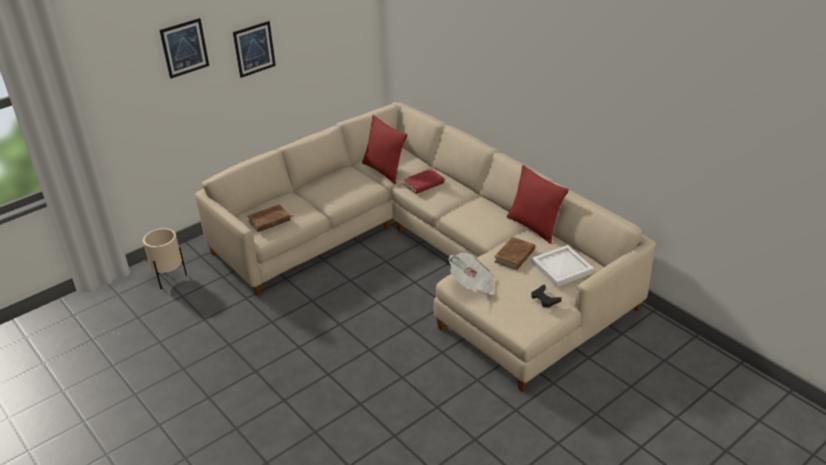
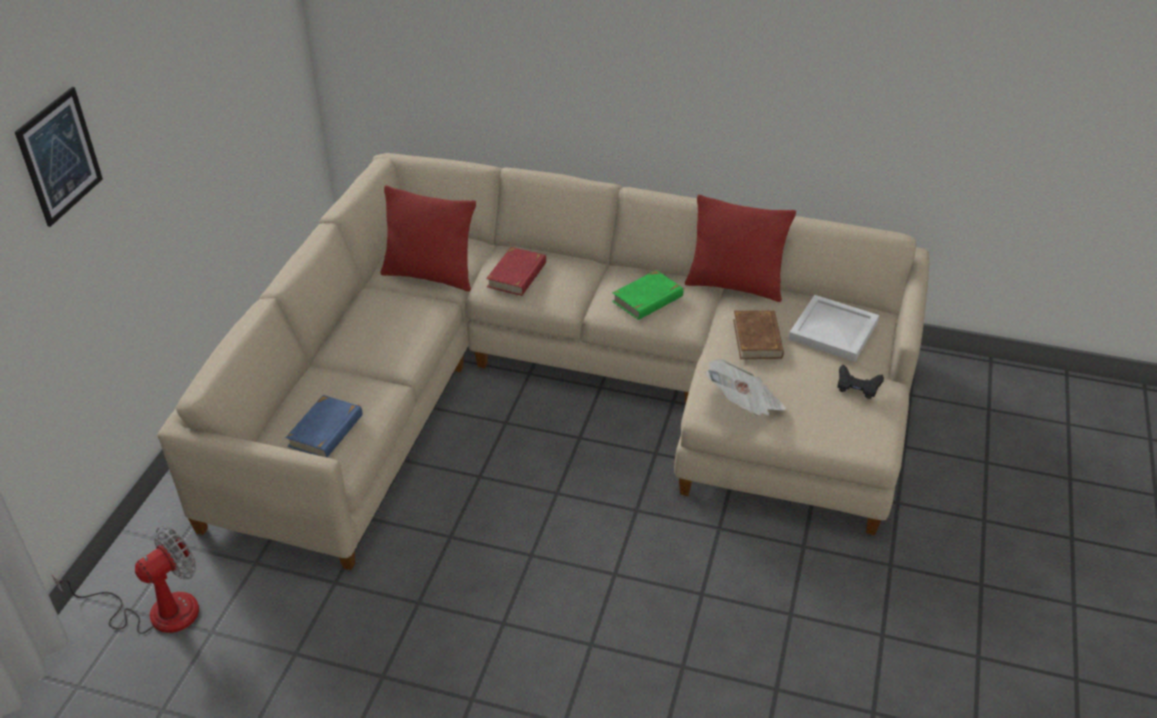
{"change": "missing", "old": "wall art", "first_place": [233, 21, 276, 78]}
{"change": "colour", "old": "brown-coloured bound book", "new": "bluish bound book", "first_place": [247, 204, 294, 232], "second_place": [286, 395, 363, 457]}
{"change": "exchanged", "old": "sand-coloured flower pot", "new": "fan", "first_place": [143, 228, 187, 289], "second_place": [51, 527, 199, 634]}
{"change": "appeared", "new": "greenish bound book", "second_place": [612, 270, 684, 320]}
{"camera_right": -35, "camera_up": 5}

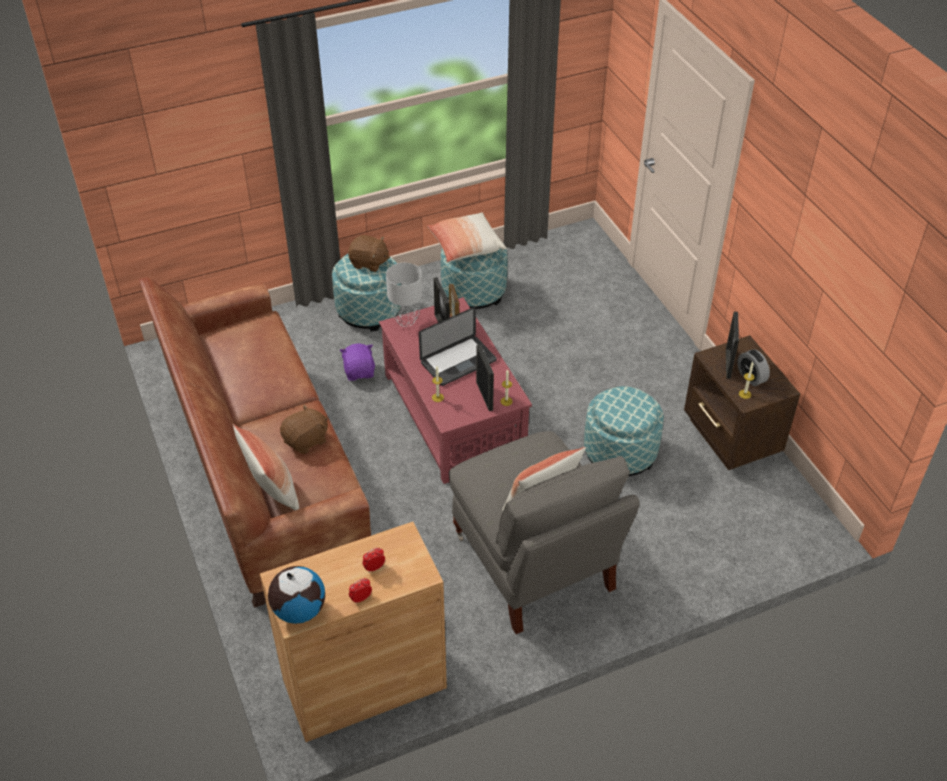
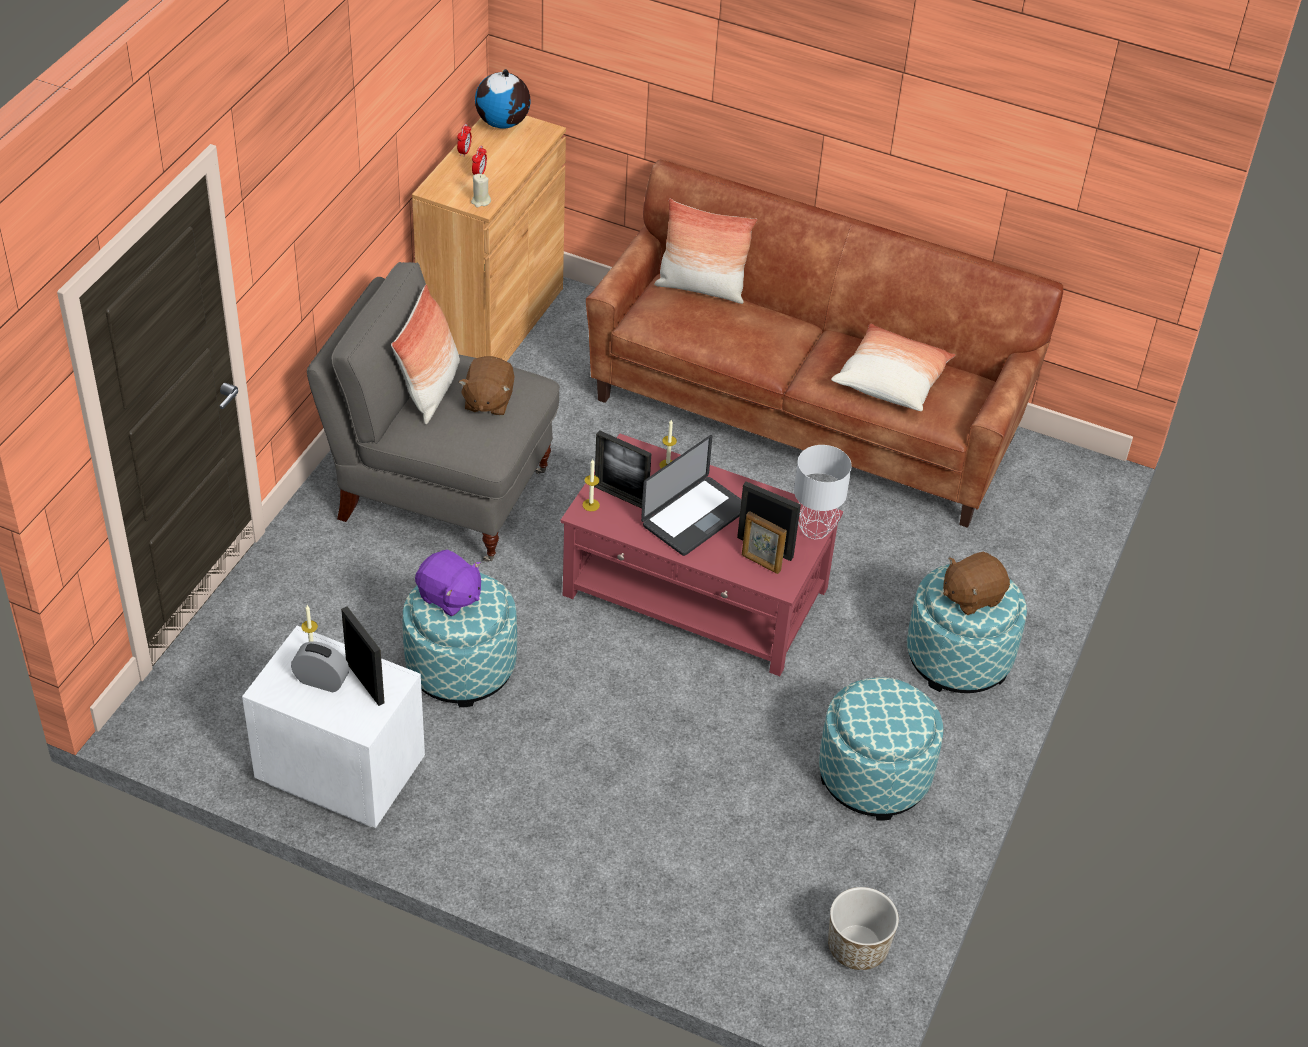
{"change": "relocated", "old": "throw pillow", "first_place": [427, 212, 507, 262], "second_place": [831, 324, 955, 411]}
{"change": "spun", "old": "notebook computer", "first_place": [419, 307, 497, 386], "second_place": [641, 435, 741, 556], "degrees": -150}
{"change": "colour", "old": "brown-coloured bedside table", "new": "white-coloured bedside table", "first_place": [684, 335, 800, 470], "second_place": [242, 626, 425, 828]}
{"change": "relocated", "old": "purplish plush toy", "first_place": [340, 343, 375, 381], "second_place": [415, 550, 481, 616]}
{"change": "relocated", "old": "brown-coloured plush toy", "first_place": [280, 405, 328, 454], "second_place": [459, 356, 515, 416]}
{"change": "appeared", "new": "sand-coloured wax candle", "second_place": [471, 174, 491, 207]}
{"change": "appeared", "new": "flower pot", "second_place": [828, 887, 899, 970]}
{"camera_right": 135, "camera_up": 0}

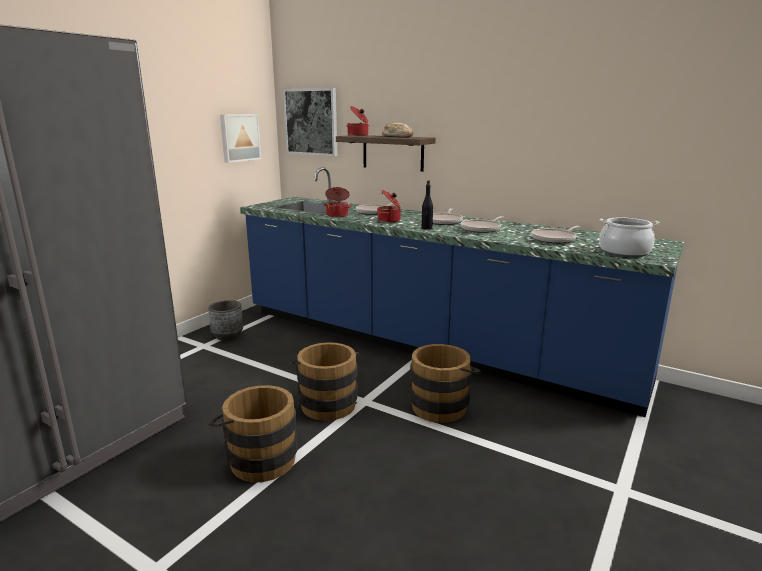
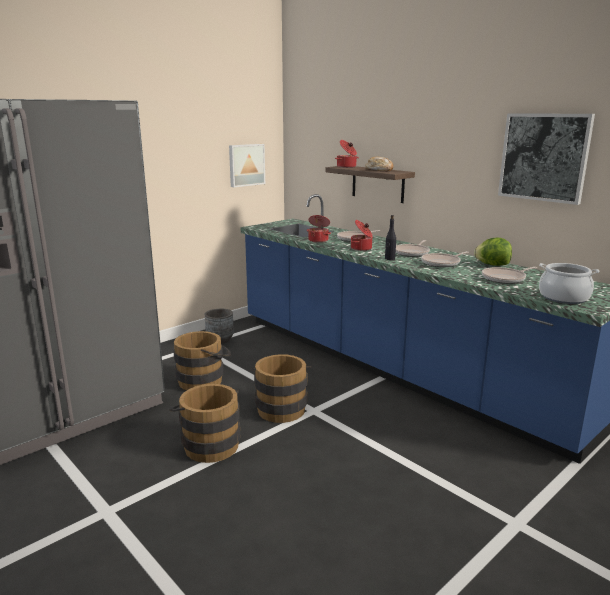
{"change": "relocated", "old": "wall art", "first_place": [283, 88, 338, 156], "second_place": [498, 113, 595, 205]}
{"change": "relocated", "old": "brown-coloured bucket", "first_place": [410, 344, 482, 423], "second_place": [173, 331, 231, 390]}
{"change": "appeared", "new": "lettuce head", "second_place": [474, 238, 512, 266]}
{"camera_right": 15, "camera_up": 0}

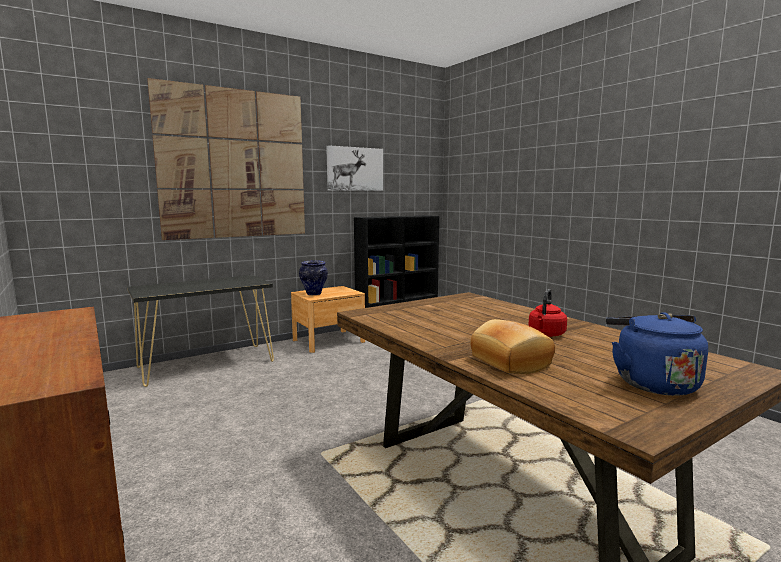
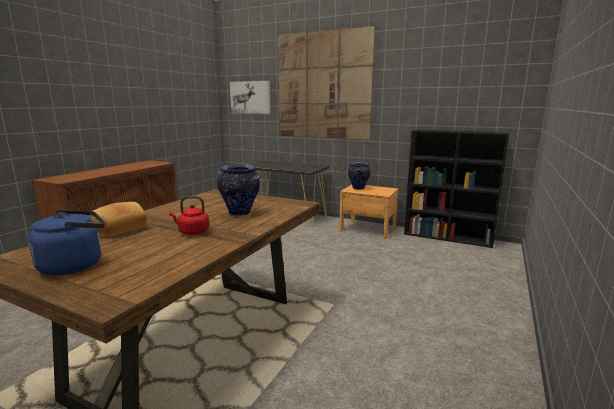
{"change": "relocated", "old": "wall art", "first_place": [326, 145, 383, 191], "second_place": [230, 81, 271, 114]}
{"change": "appeared", "new": "decorative vase", "second_place": [217, 164, 261, 216]}
{"camera_right": 60, "camera_up": 5}

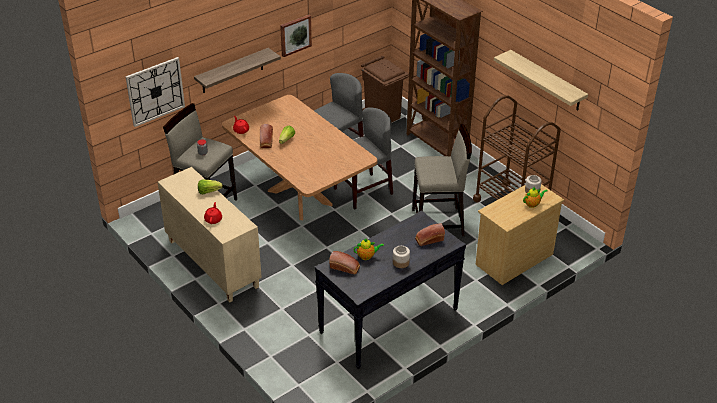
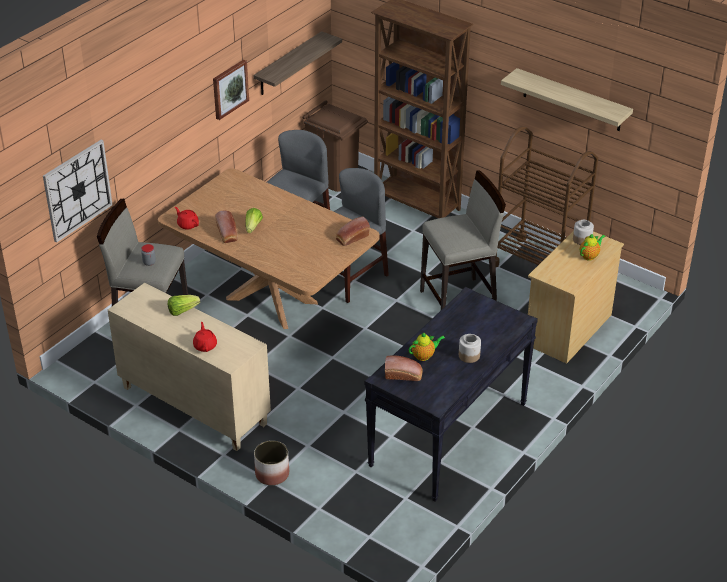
{"change": "relocated", "old": "bracket shelf", "first_place": [194, 48, 281, 93], "second_place": [254, 31, 342, 95]}
{"change": "relocated", "old": "bakery bread", "first_place": [415, 223, 445, 246], "second_place": [336, 217, 370, 246]}
{"change": "appeared", "new": "flower pot", "second_place": [254, 440, 289, 485]}
{"camera_right": -15, "camera_up": 0}

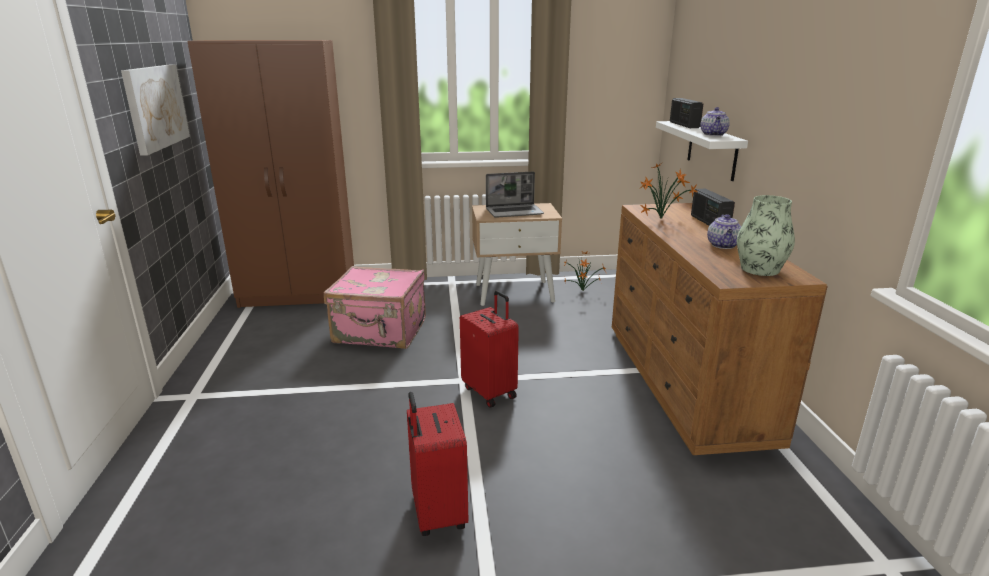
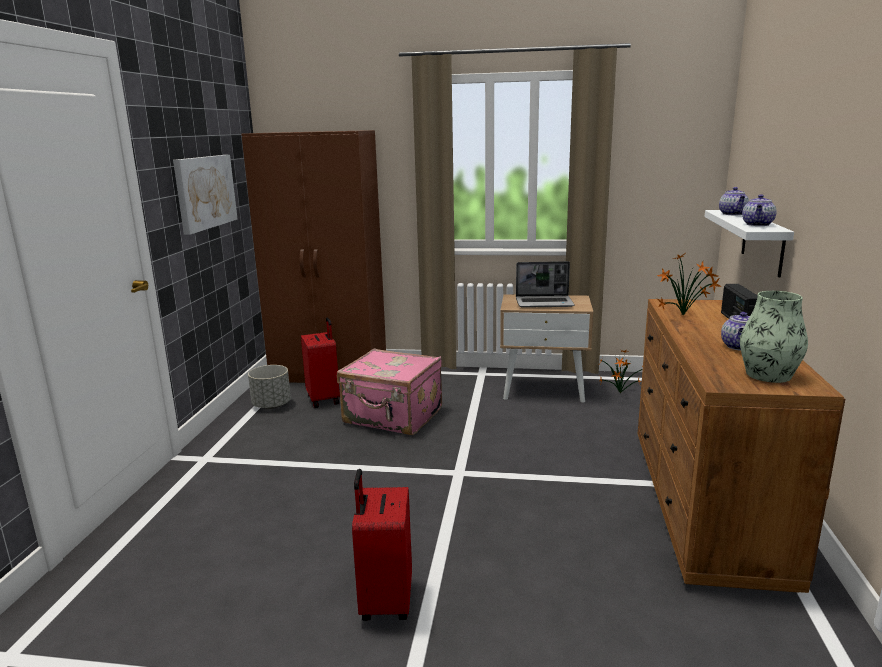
{"change": "exchanged", "old": "radio receiver", "new": "teapot", "first_place": [670, 98, 703, 128], "second_place": [719, 187, 749, 215]}
{"change": "relocated", "old": "red-coloured travel case", "first_place": [460, 290, 519, 408], "second_place": [301, 318, 340, 408]}
{"change": "appeared", "new": "greyish flower pot", "second_place": [248, 365, 291, 409]}
{"camera_right": 15, "camera_up": -5}

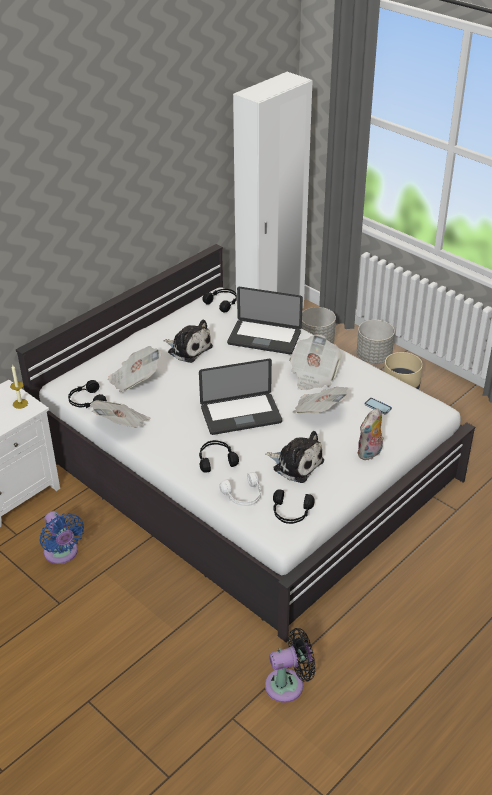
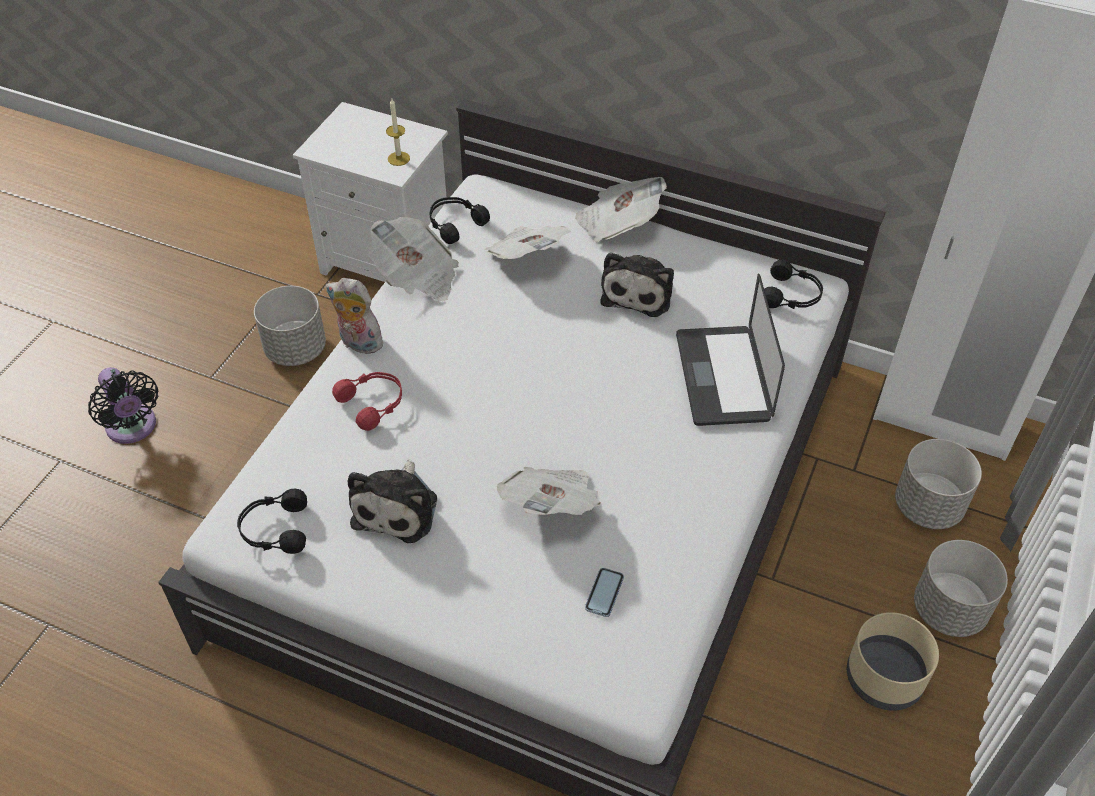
{"change": "relocated", "old": "printed paper", "first_place": [289, 334, 342, 390], "second_place": [575, 177, 667, 243]}
{"change": "missing", "old": "notebook computer", "first_place": [199, 359, 282, 435]}
{"change": "relocated", "old": "plush toy", "first_place": [357, 408, 384, 460], "second_place": [326, 278, 383, 354]}
{"change": "colour", "old": "black-coloured headphones", "new": "red-coloured headphones", "first_place": [199, 440, 239, 473], "second_place": [332, 372, 402, 431]}
{"change": "missing", "old": "white-coloured headphones", "first_place": [219, 472, 261, 506]}
{"change": "exchanged", "old": "bluish fan", "new": "greyish flower pot", "first_place": [39, 511, 84, 564], "second_place": [254, 286, 326, 366]}
{"change": "relocated", "old": "black-coloured fan", "first_place": [265, 628, 315, 703], "second_place": [88, 367, 158, 444]}
{"camera_right": 70, "camera_up": 10}

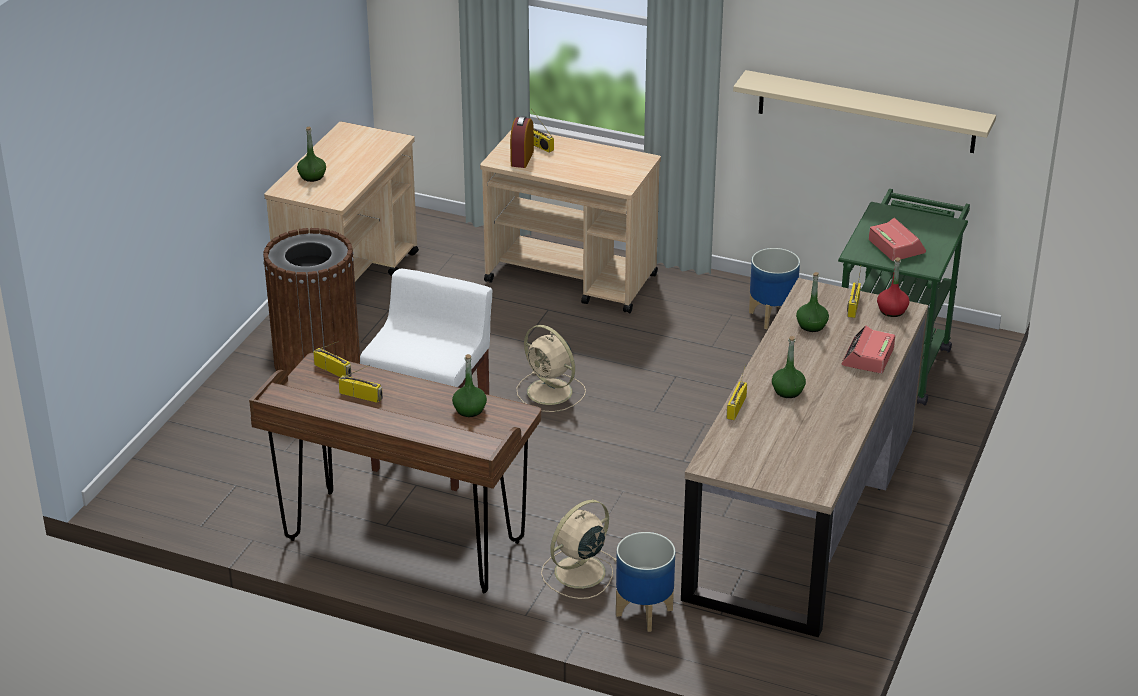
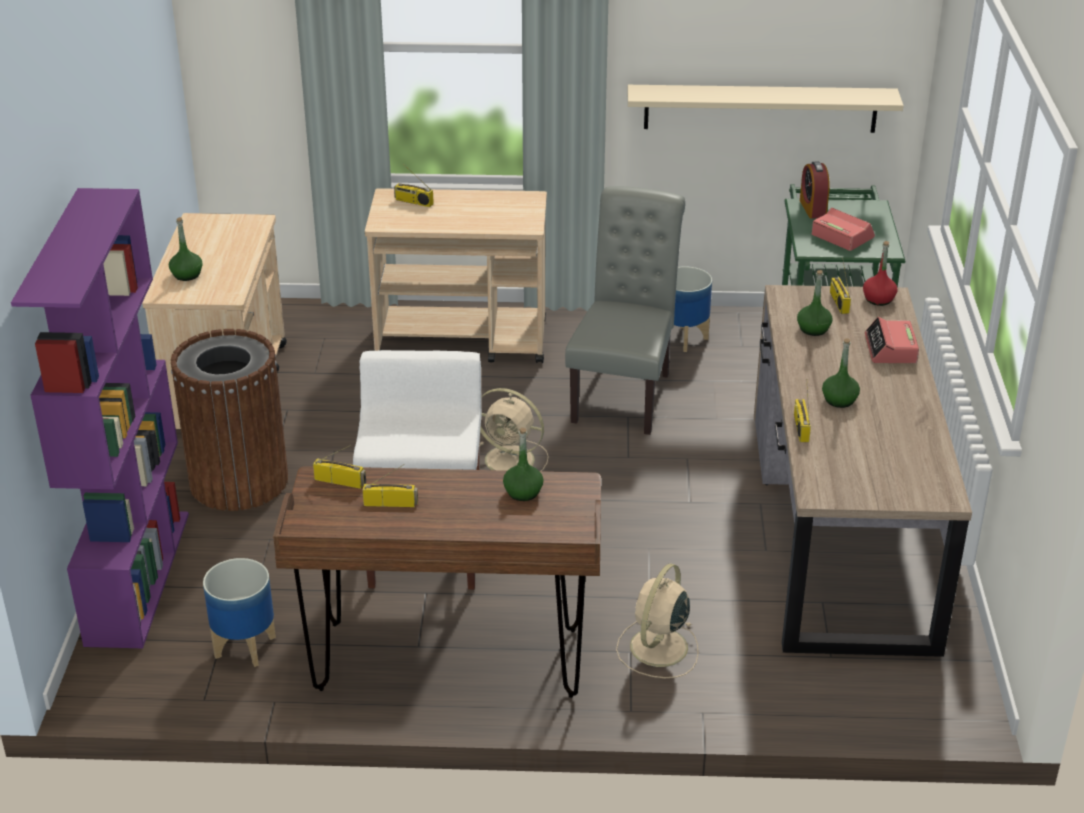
{"change": "relocated", "old": "bedside clock", "first_place": [510, 116, 534, 168], "second_place": [800, 161, 830, 219]}
{"change": "relocated", "old": "flower pot", "first_place": [616, 532, 675, 632], "second_place": [203, 558, 276, 667]}
{"change": "appeared", "new": "greyish chair", "second_place": [565, 186, 685, 435]}
{"change": "appeared", "new": "purplish bookshelf", "second_place": [11, 188, 189, 648]}
{"camera_right": -20, "camera_up": 0}

